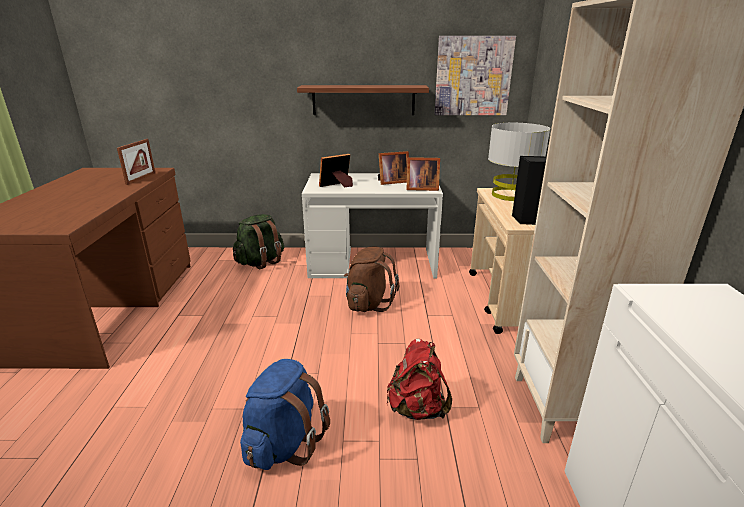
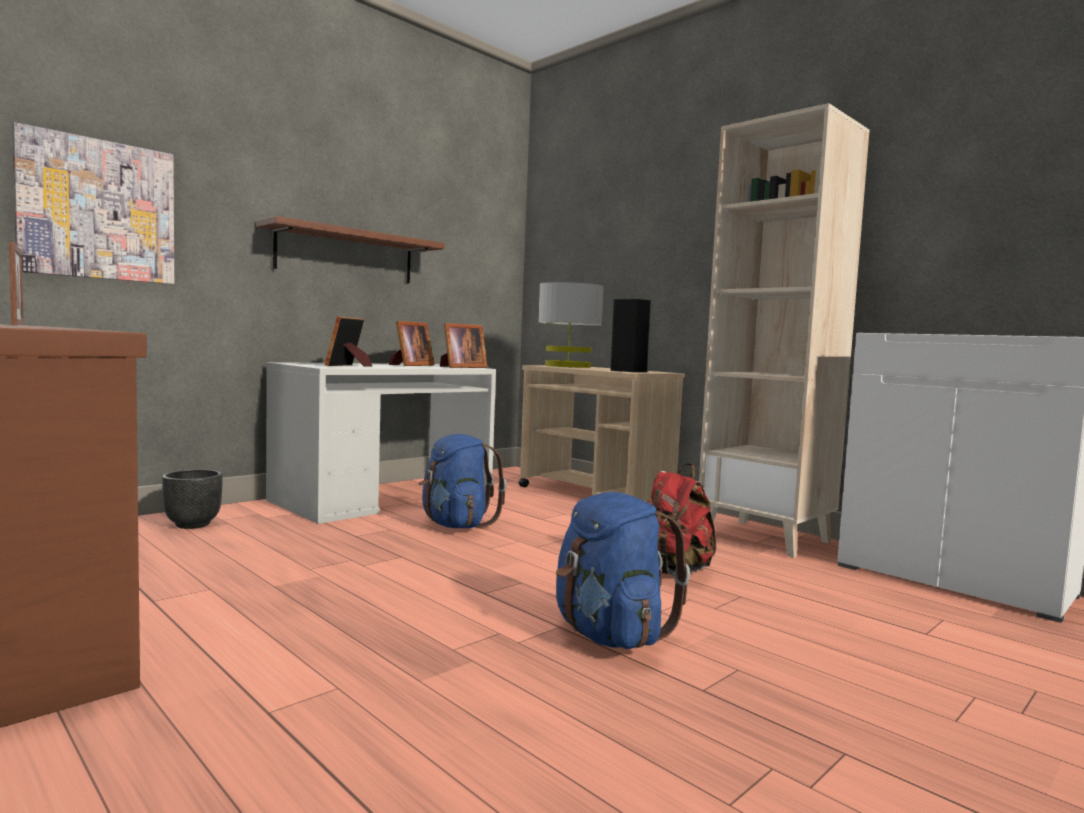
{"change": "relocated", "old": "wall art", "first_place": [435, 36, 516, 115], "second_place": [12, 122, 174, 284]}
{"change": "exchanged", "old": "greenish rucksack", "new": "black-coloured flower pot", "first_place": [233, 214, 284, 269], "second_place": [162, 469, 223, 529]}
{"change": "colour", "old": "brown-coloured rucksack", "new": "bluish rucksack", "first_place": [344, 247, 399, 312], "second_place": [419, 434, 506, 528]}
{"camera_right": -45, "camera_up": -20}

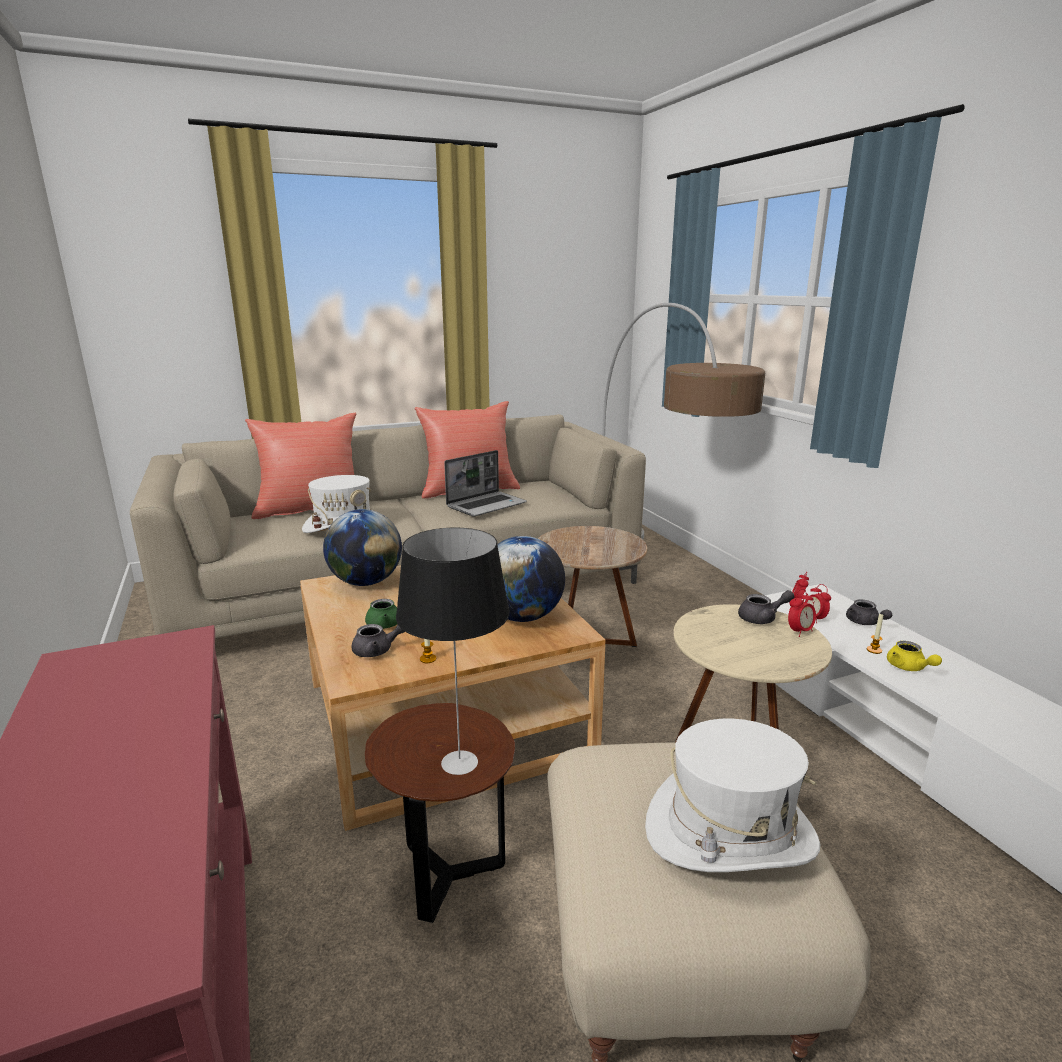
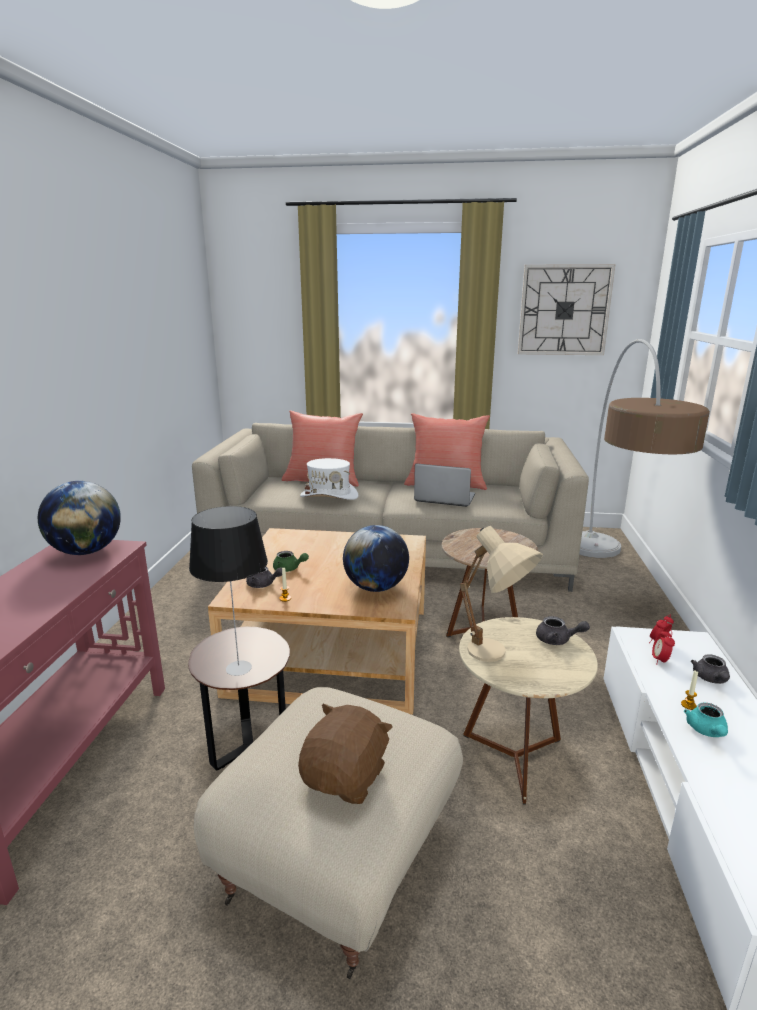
{"change": "spun", "old": "notebook computer", "first_place": [444, 450, 527, 517], "second_place": [414, 464, 475, 507], "degrees": -150}
{"change": "relocated", "old": "desk globe", "first_place": [323, 509, 402, 586], "second_place": [38, 481, 121, 555]}
{"change": "missing", "old": "bedside clock", "first_place": [788, 589, 816, 637]}
{"change": "colour", "old": "yellow teapot", "new": "turquoise-coloured teapot", "first_place": [887, 641, 942, 671], "second_place": [684, 703, 728, 737]}
{"change": "exchanged", "old": "white-coloured wearable hat", "new": "brown-coloured plush toy", "first_place": [645, 719, 820, 872], "second_place": [298, 703, 392, 804]}
{"change": "appeared", "new": "wall clock", "second_place": [518, 264, 616, 355]}
{"change": "appeared", "new": "sand-coloured table lamp", "second_place": [460, 526, 543, 662]}
{"camera_right": 30, "camera_up": 0}

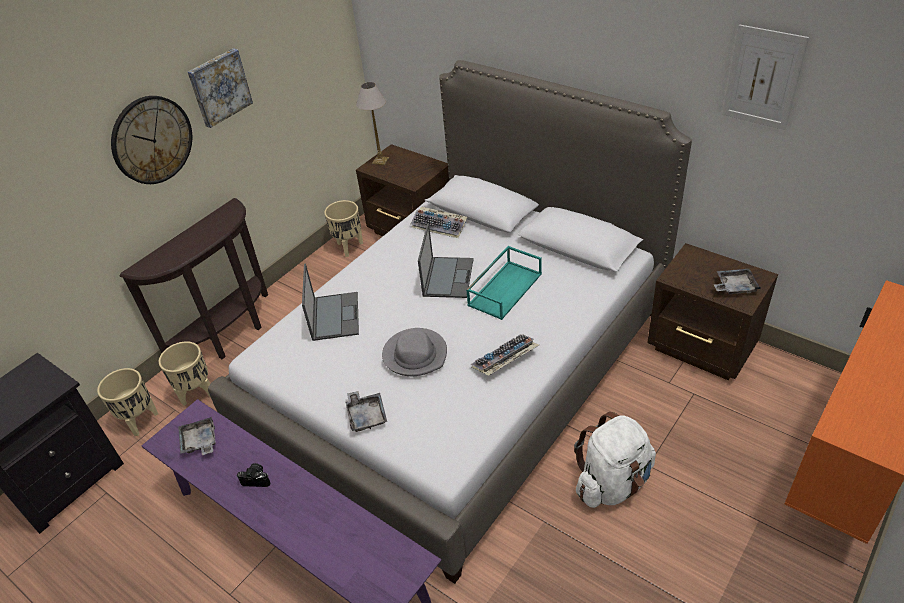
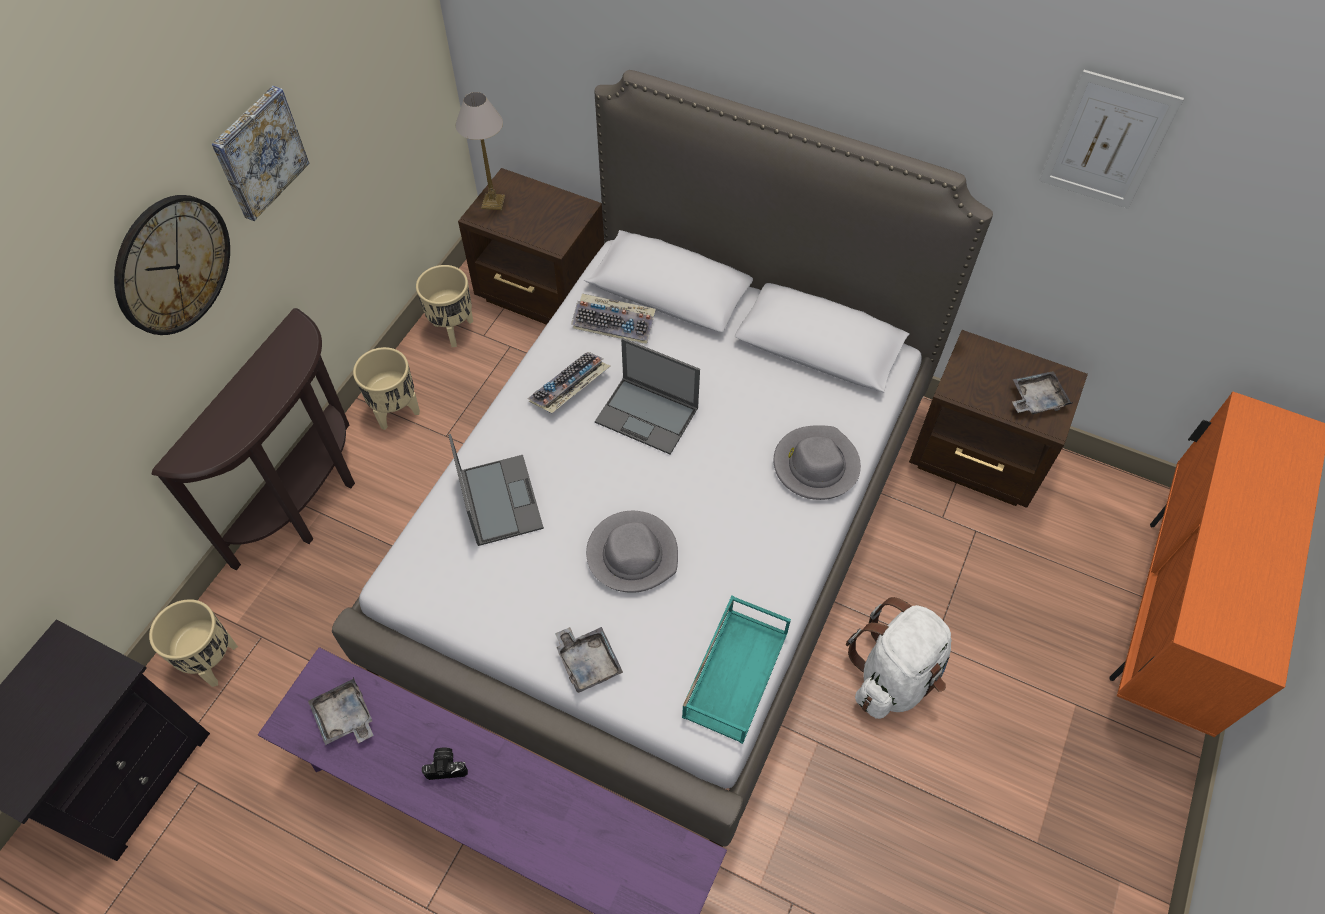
{"change": "spun", "old": "notebook computer", "first_place": [418, 223, 474, 298], "second_place": [595, 338, 700, 455], "degrees": 120}
{"change": "relocated", "old": "turquoise-coloured carrying tray", "first_place": [466, 246, 542, 320], "second_place": [682, 595, 791, 744]}
{"change": "relocated", "old": "keyboard", "first_place": [470, 334, 539, 376], "second_place": [528, 352, 610, 413]}
{"change": "relocated", "old": "sand-coloured flower pot", "first_place": [159, 341, 210, 406], "second_place": [353, 347, 420, 430]}
{"change": "appeared", "new": "greyish wearable hat", "second_place": [774, 425, 861, 500]}
{"camera_right": -15, "camera_up": 15}

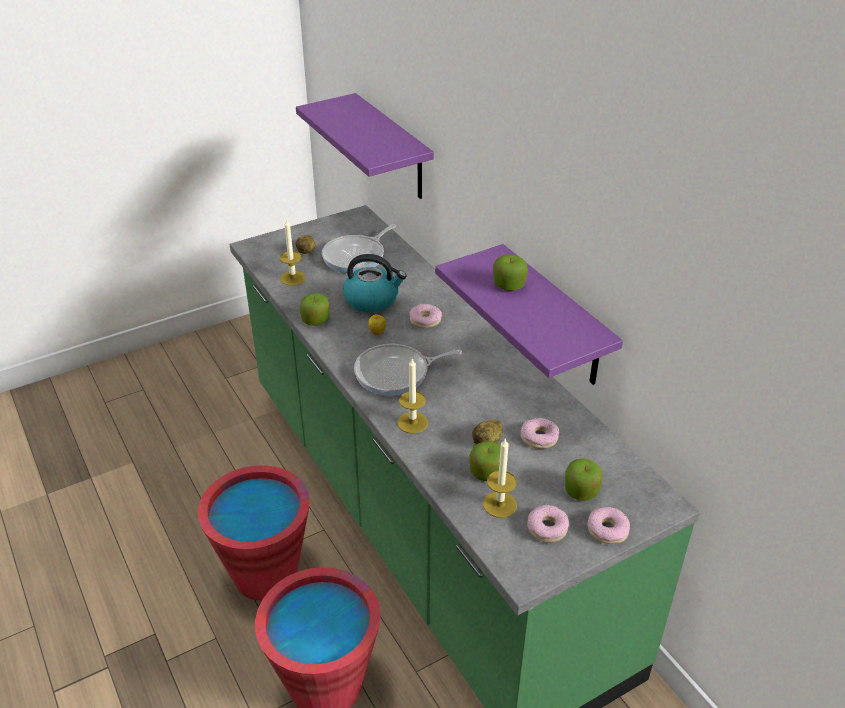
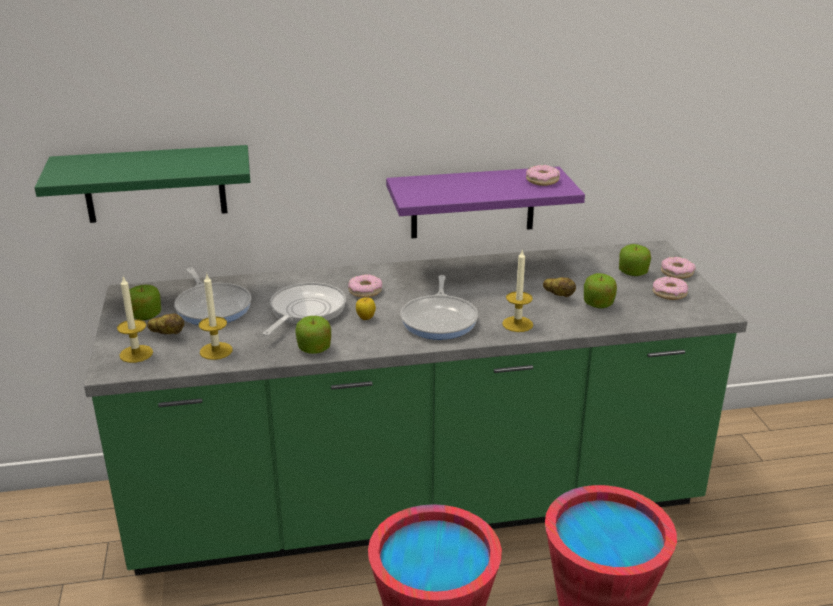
{"change": "colour", "old": "purplish bracket shelf", "new": "greenish bracket shelf", "first_place": [296, 93, 434, 199], "second_place": [34, 145, 250, 223]}
{"change": "exchanged", "old": "water kettle", "new": "skillet", "first_place": [343, 254, 406, 313], "second_place": [263, 282, 346, 336]}
{"change": "relocated", "old": "whole apple", "first_place": [493, 254, 528, 291], "second_place": [129, 285, 161, 320]}
{"change": "relocated", "old": "ring doughnut", "first_place": [521, 417, 559, 449], "second_place": [526, 165, 560, 186]}
{"change": "relocated", "old": "wax candle", "first_place": [483, 439, 517, 518], "second_place": [117, 277, 153, 363]}
{"camera_right": -70, "camera_up": -10}

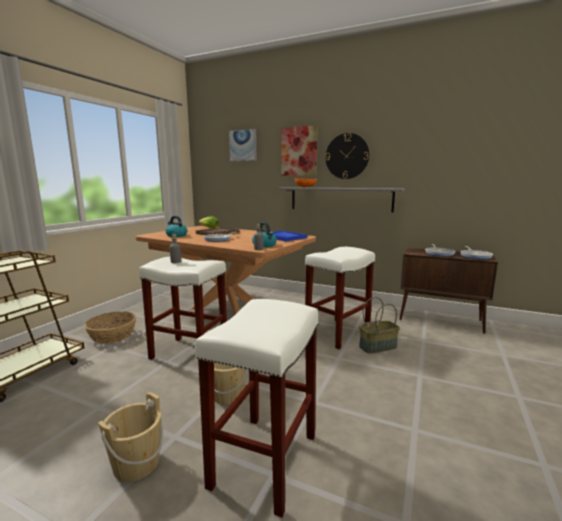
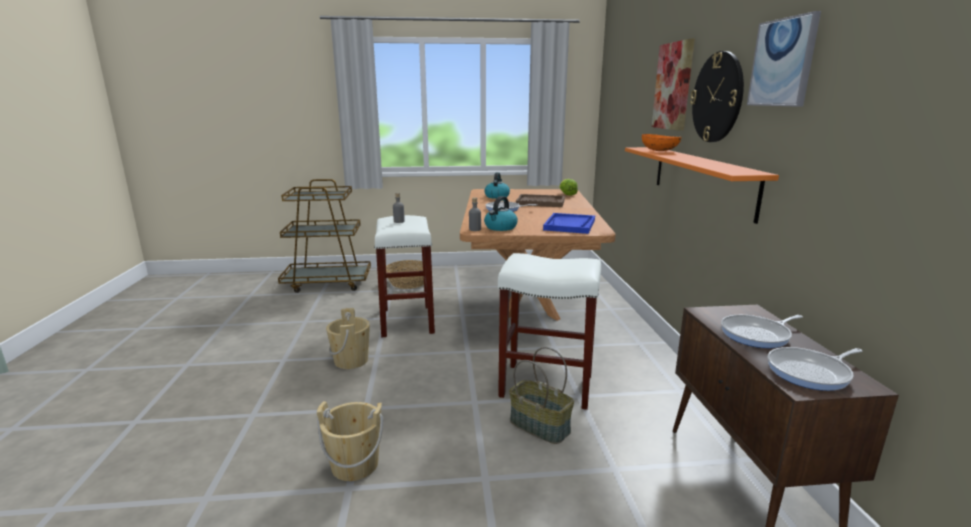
{"change": "relocated", "old": "wall art", "first_place": [229, 129, 257, 162], "second_place": [747, 11, 821, 107]}
{"change": "colour", "old": "greyish bracket shelf", "new": "orangey bracket shelf", "first_place": [278, 187, 405, 213], "second_place": [625, 147, 779, 224]}
{"change": "missing", "old": "white-coloured stool seat", "first_place": [195, 299, 319, 517]}
{"change": "relocated", "old": "sand-coloured bucket", "first_place": [98, 392, 163, 482], "second_place": [317, 401, 383, 481]}
{"camera_right": 60, "camera_up": 5}

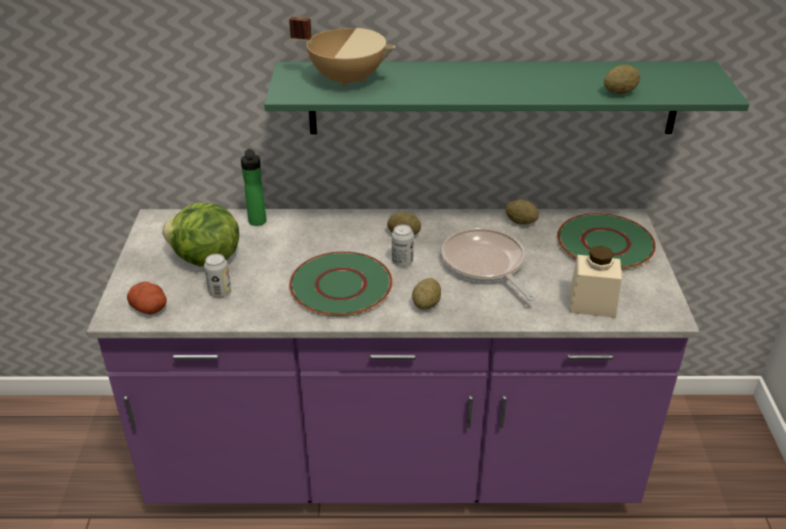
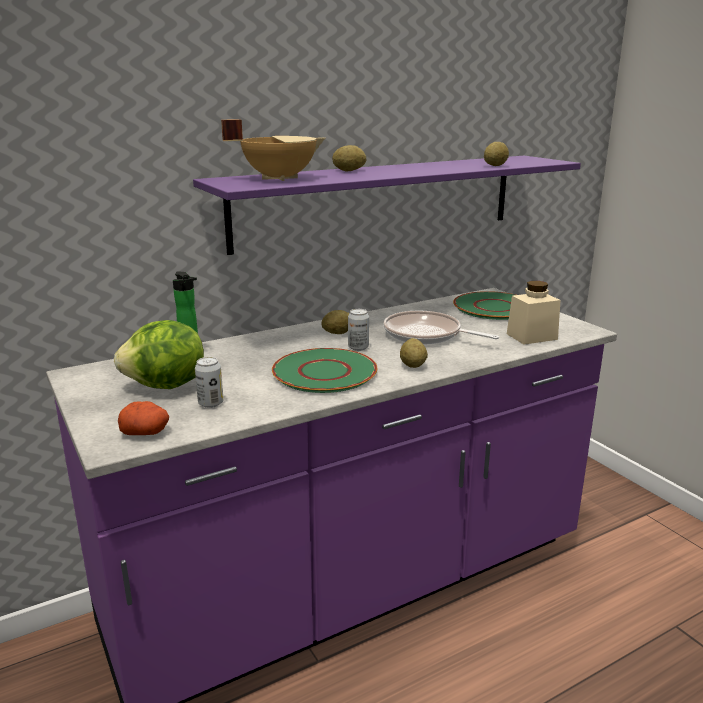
{"change": "colour", "old": "greenish bracket shelf", "new": "purplish bracket shelf", "first_place": [264, 61, 749, 134], "second_place": [193, 156, 581, 255]}
{"change": "relocated", "old": "potato", "first_place": [506, 199, 539, 225], "second_place": [332, 145, 366, 171]}
{"camera_right": -30, "camera_up": -15}

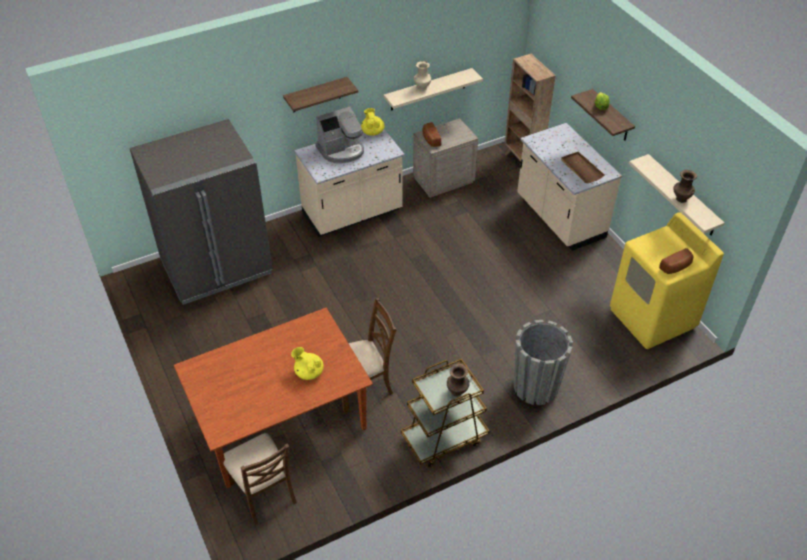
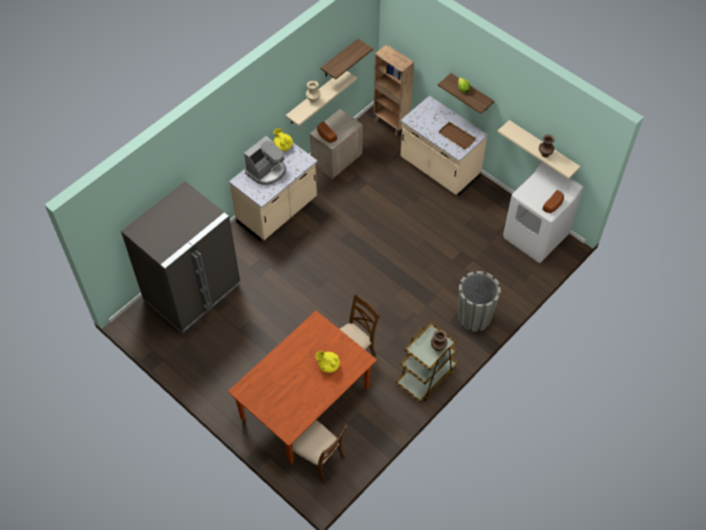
{"change": "relocated", "old": "bracket shelf", "first_place": [283, 77, 358, 113], "second_place": [321, 39, 373, 79]}
{"change": "colour", "old": "yellow laundry machine", "new": "white-coloured laundry machine", "first_place": [610, 212, 724, 349], "second_place": [503, 161, 583, 263]}
{"camera_right": -20, "camera_up": 10}

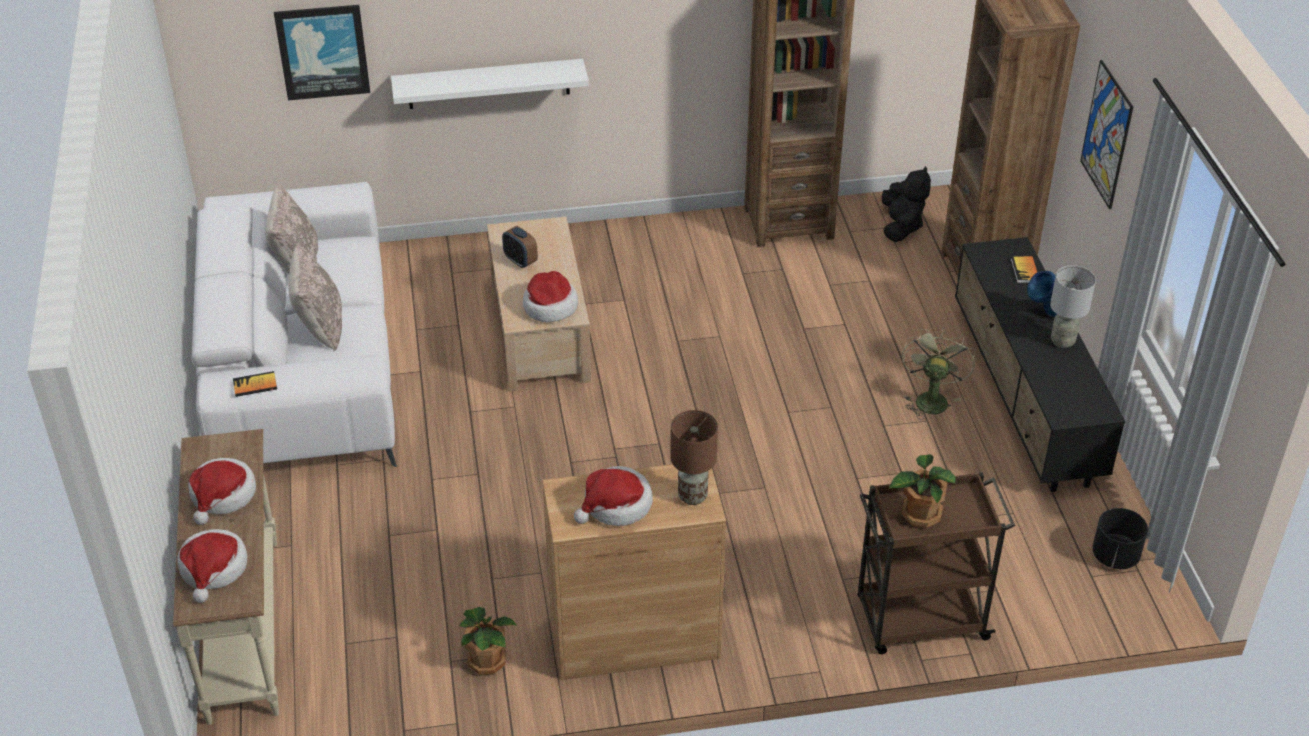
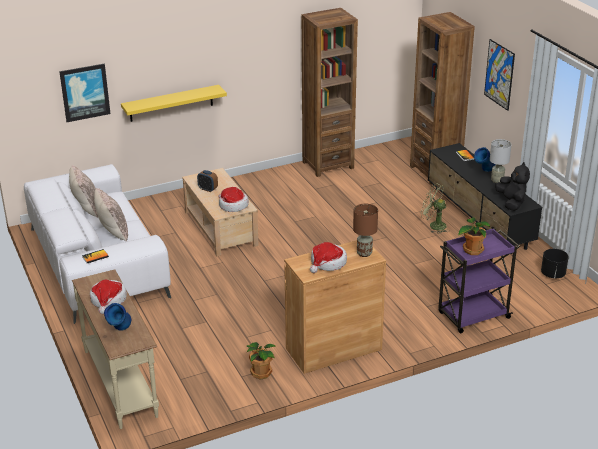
{"change": "colour", "old": "white-coloured bracket shelf", "new": "yellow bracket shelf", "first_place": [391, 59, 589, 109], "second_place": [121, 85, 227, 122]}
{"change": "relocated", "old": "black-coloured plush toy", "first_place": [882, 166, 931, 242], "second_place": [495, 162, 530, 211]}
{"change": "spun", "old": "greenish fan", "first_place": [902, 328, 975, 420], "second_place": [421, 183, 449, 234], "degrees": -60}
{"change": "colour", "old": "brown-coloured wheeled cart", "new": "purplish wheeled cart", "first_place": [857, 472, 1015, 654], "second_place": [438, 228, 520, 334]}
{"change": "exchanged", "old": "wearable hat", "new": "bluish decorative vase", "first_place": [177, 529, 248, 603], "second_place": [104, 303, 131, 331]}
{"camera_right": -15, "camera_up": -10}

